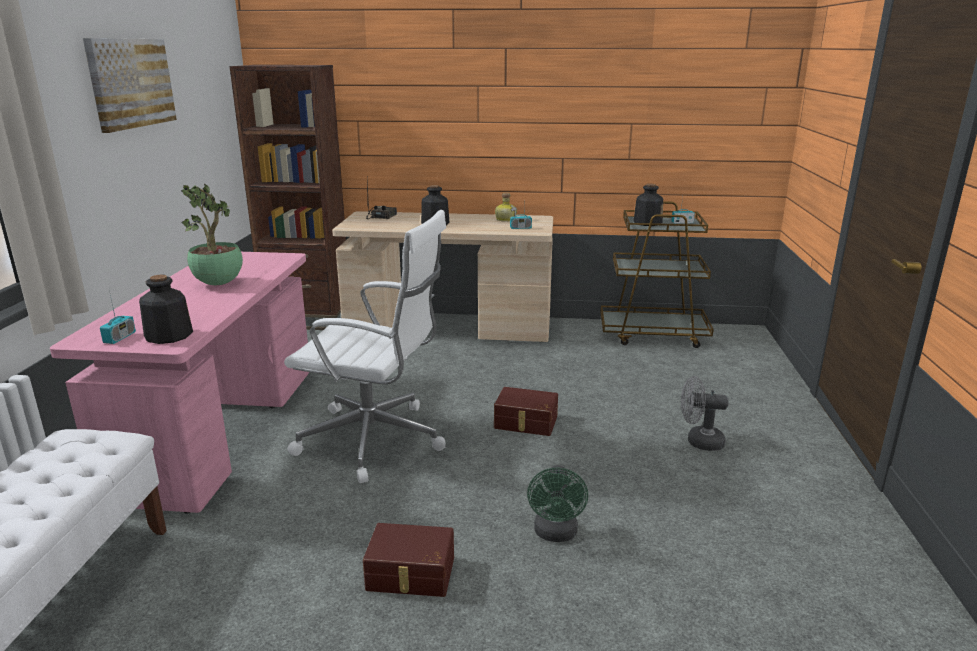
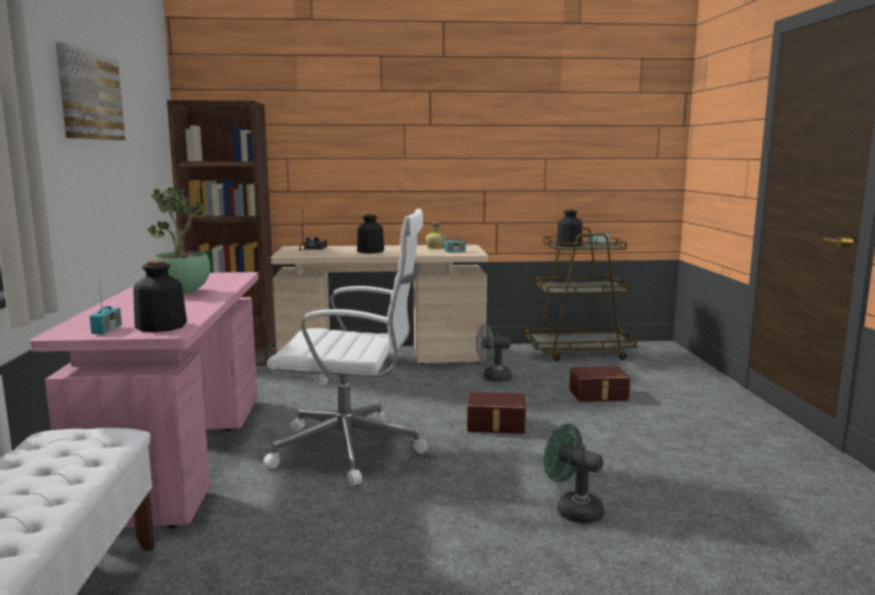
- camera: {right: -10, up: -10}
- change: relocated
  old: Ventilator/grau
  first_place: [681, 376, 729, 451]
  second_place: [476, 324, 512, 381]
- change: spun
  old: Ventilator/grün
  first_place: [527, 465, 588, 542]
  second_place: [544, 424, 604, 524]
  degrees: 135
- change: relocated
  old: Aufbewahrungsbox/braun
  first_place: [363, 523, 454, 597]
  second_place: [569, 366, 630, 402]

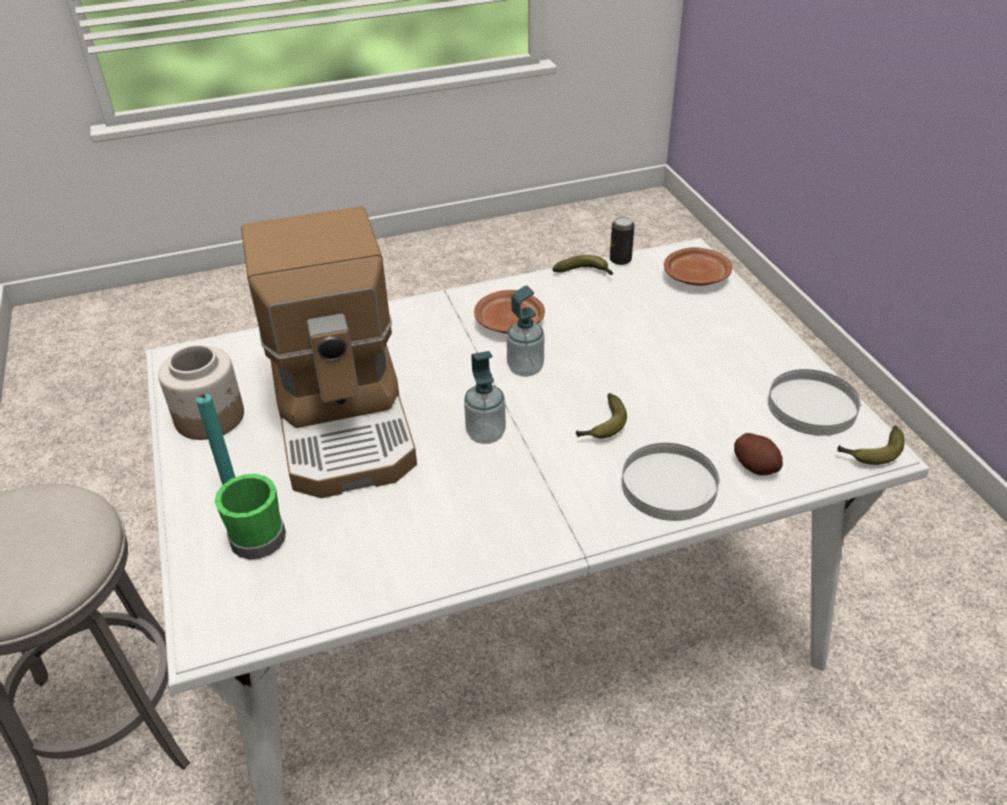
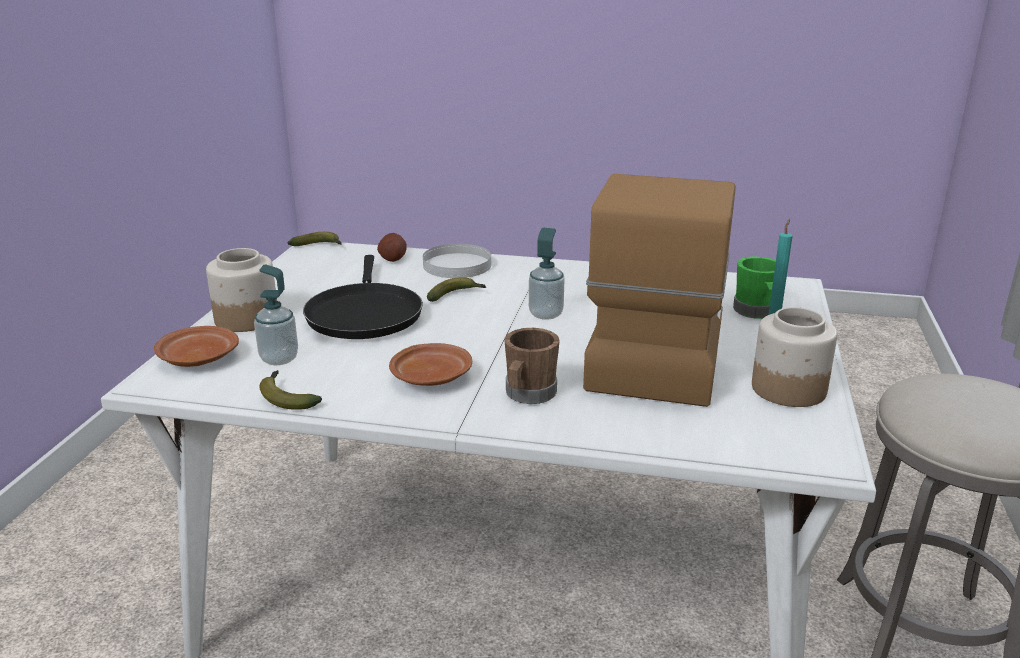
- camera: {right: -150, up: -15}
- change: appeared
  new: Vorratsglas
  second_place: [206, 248, 277, 332]
- change: relocated
  old: Seifenspender
  first_place: [506, 285, 544, 377]
  second_place: [254, 265, 298, 365]
- change: appeared
  new: Pfanne/schwarz
  second_place: [303, 255, 423, 339]
- change: appeared
  new: Henkelbecher/braun
  second_place: [504, 328, 560, 404]
- change: missing
  old: Dose
  first_place: [610, 217, 635, 265]
- change: missing
  old: Teller/weiß
  first_place: [768, 369, 860, 436]

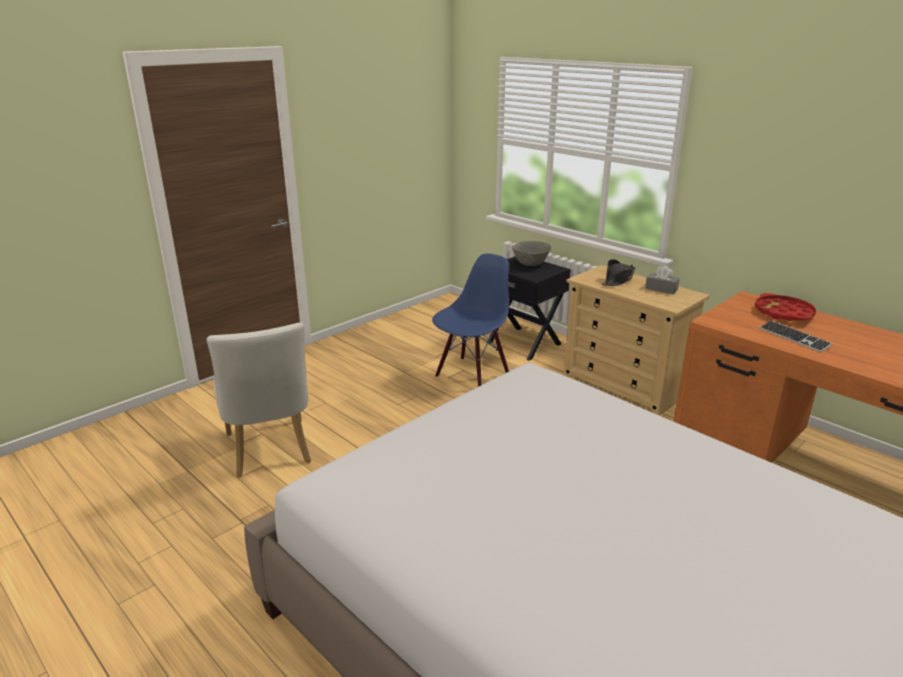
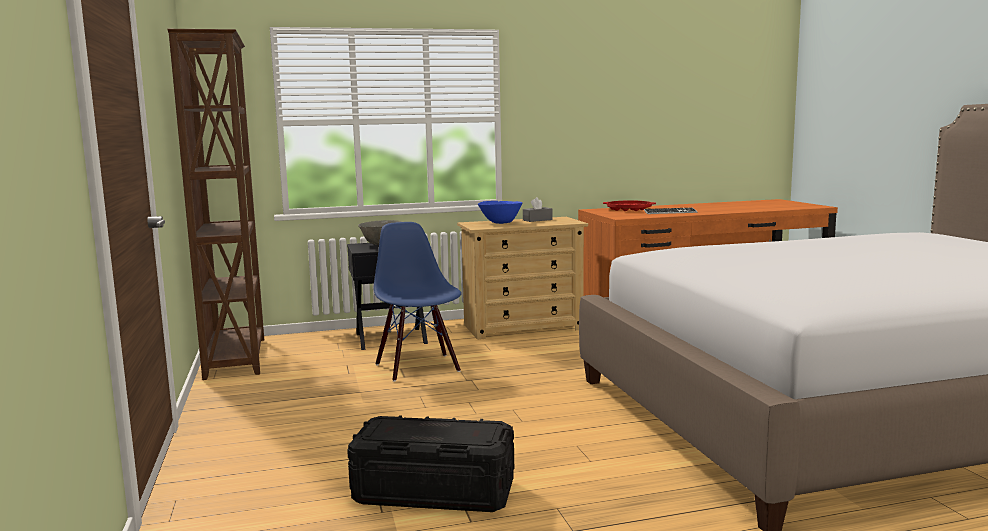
- camera: {right: -60, up: -15}
- change: appeared
  new: Bücherregal/braun
  second_place: [167, 29, 264, 380]
- change: exchanged
  old: Stuhl/weiß
  new: Aufbewahrungsbox/schwarz
  first_place: [206, 323, 311, 478]
  second_place: [347, 415, 514, 512]
- change: exchanged
  old: Hut/schwarz
  new: Schüssel/blau
  first_place: [602, 259, 636, 286]
  second_place: [478, 201, 522, 224]

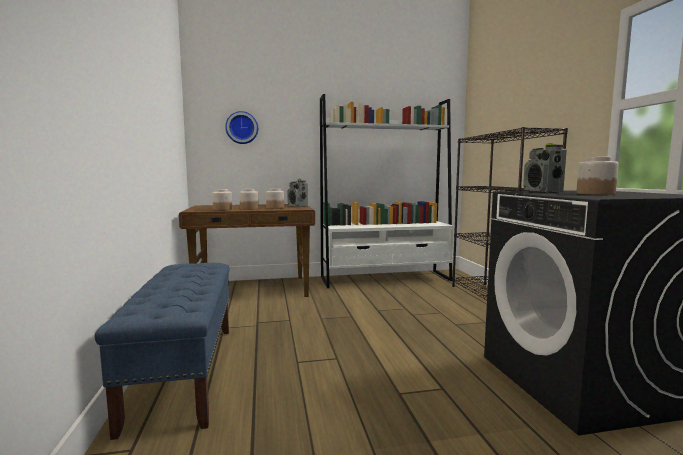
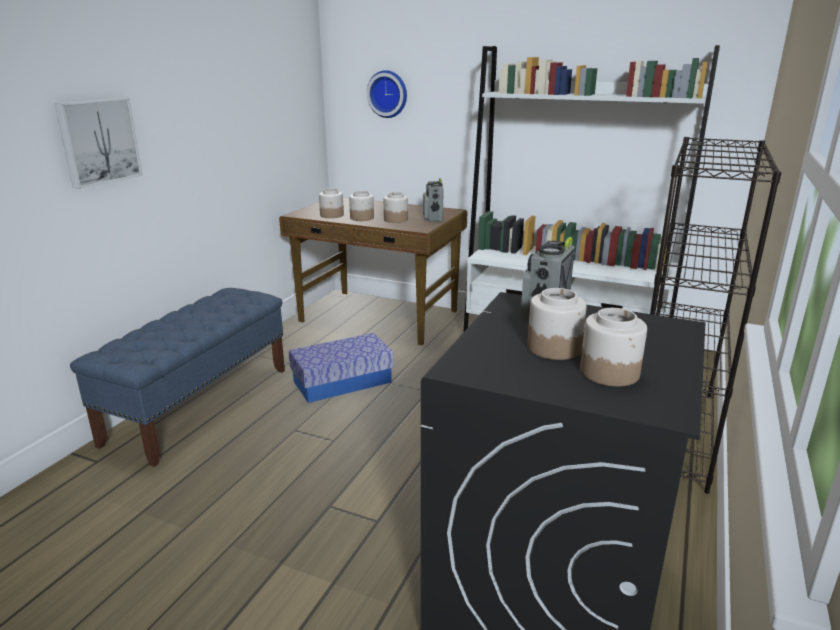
- camera: {right: 35, up: 15}
- change: appeared
  new: Bild
  second_place: [54, 98, 142, 189]
- change: appeared
  new: Aufbewahrungsbox
  second_place: [289, 333, 394, 403]
- change: appeared
  new: Vorratsglas
  second_place: [580, 308, 647, 386]

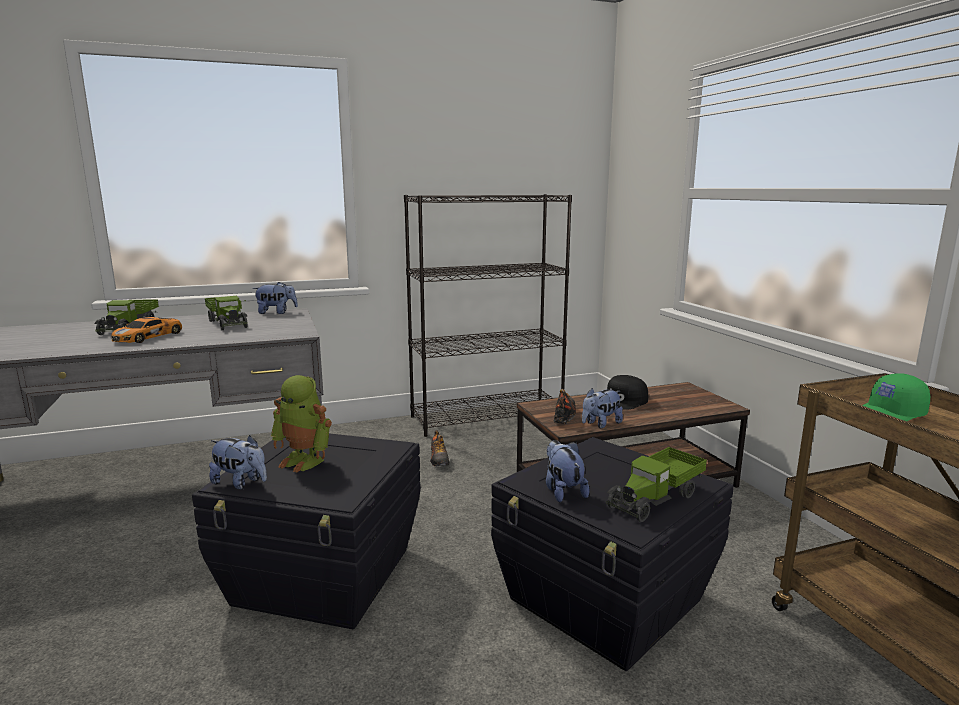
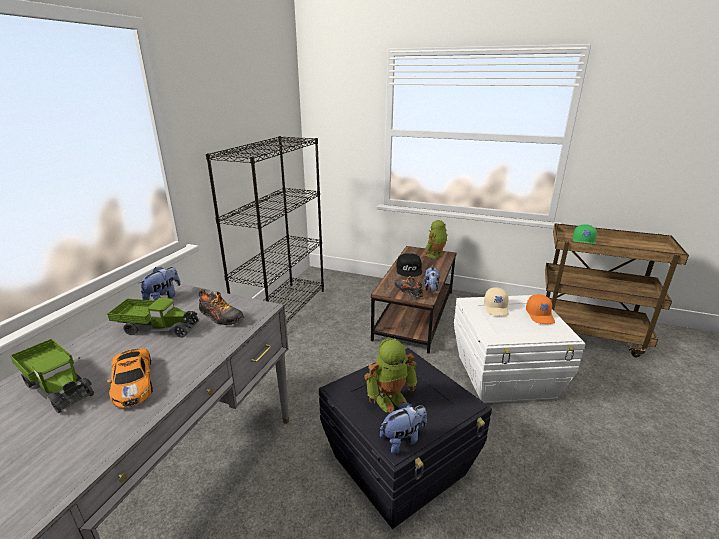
- camera: {right: -50, up: 10}
- change: relocated
  old: Schuh
  first_place: [430, 430, 450, 467]
  second_place: [199, 289, 244, 325]
- change: appeared
  new: Spielzeugroboter
  second_place: [425, 220, 447, 259]
- change: colour
  old: Aufbewahrungsbox/schwarz
  new: Aufbewahrungsbox/weiß
  first_place: [491, 437, 734, 671]
  second_place: [454, 295, 585, 403]
- change: appeared
  new: Kappe/beige
  second_place: [484, 287, 509, 316]
- change: exchanged
  old: Spielzeuglaster
  new: Kappe/orange
  first_place: [606, 447, 707, 522]
  second_place: [526, 294, 555, 324]
- change: missing
  old: Plüschtier
  first_place: [546, 440, 589, 502]

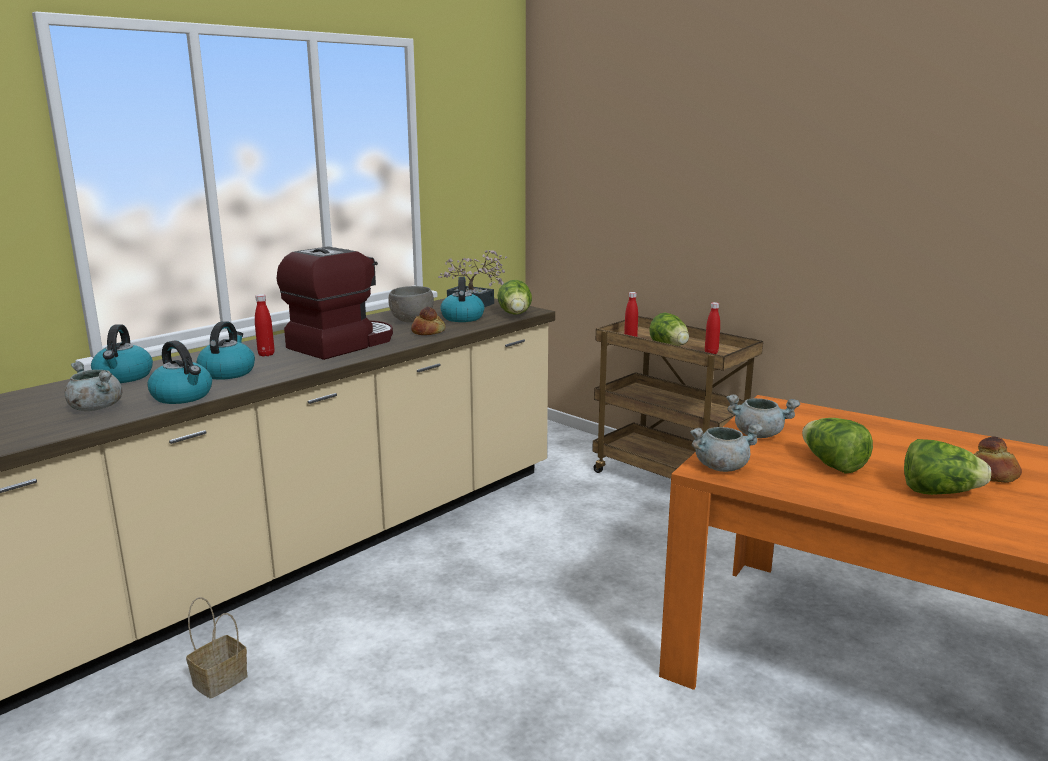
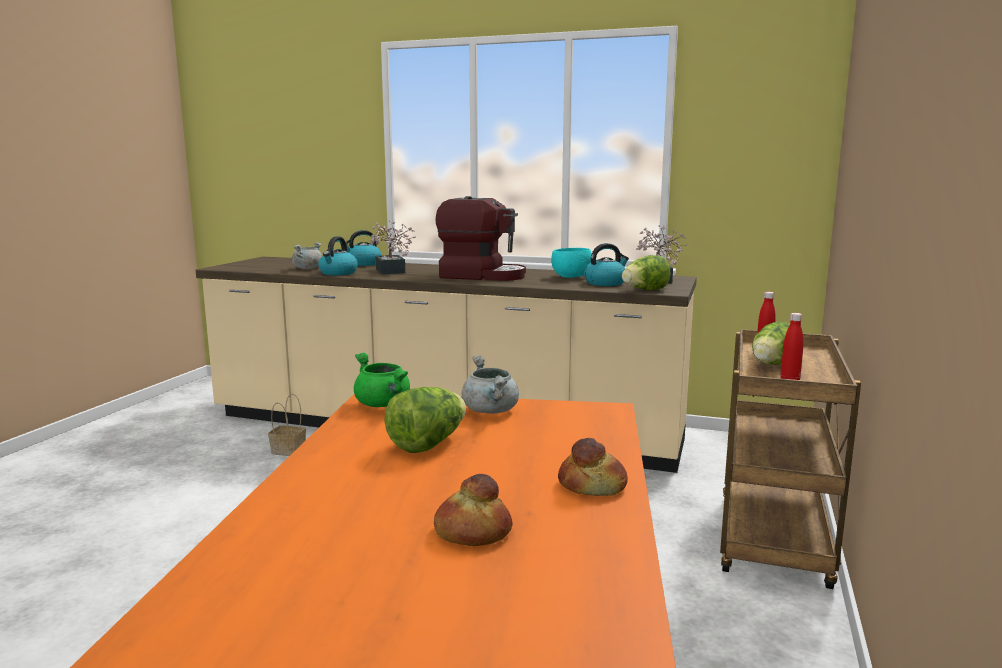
- camera: {right: 65, up: -5}
- change: colour
  old: Kochtopf/grau
  new: Kochtopf/grün
  first_place: [690, 424, 763, 472]
  second_place: [354, 353, 410, 407]
- change: exchanged
  old: Wasserkessel
  new: Topfpflanze
  first_place: [197, 321, 255, 380]
  second_place: [369, 220, 416, 274]
- change: colour
  old: Schüssel/grau
  new: Schüssel/türkis
  first_place: [388, 286, 434, 322]
  second_place: [551, 248, 592, 278]
- change: relocated
  old: Brot
  first_place: [411, 307, 446, 335]
  second_place: [558, 438, 628, 496]
- change: missing
  old: Flasche/rot
  first_place: [255, 294, 275, 356]
- change: missing
  old: Salatkopf
  first_place: [904, 439, 991, 495]

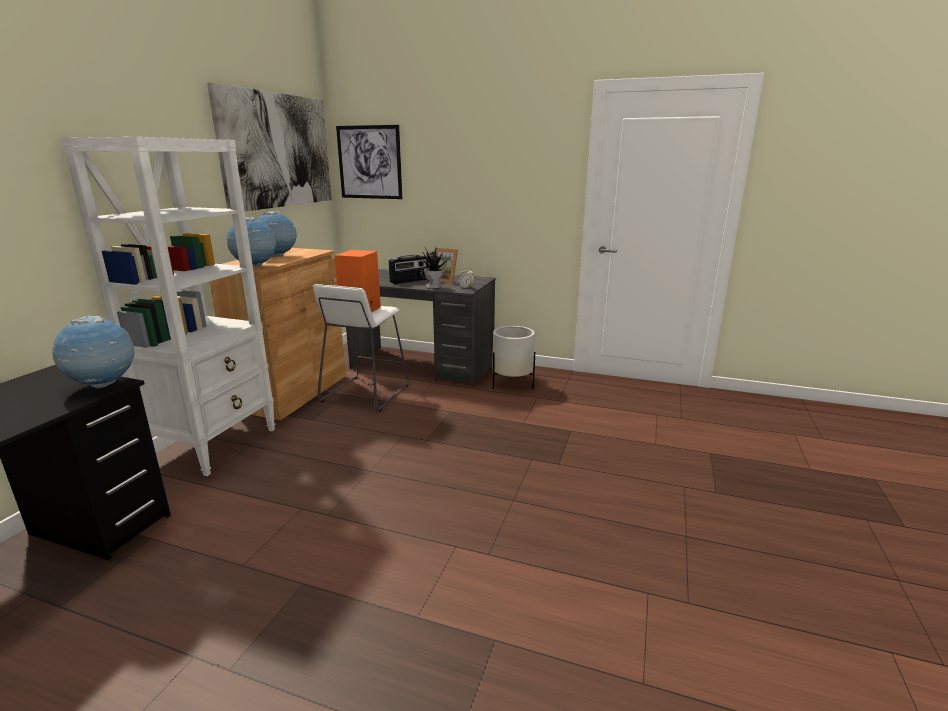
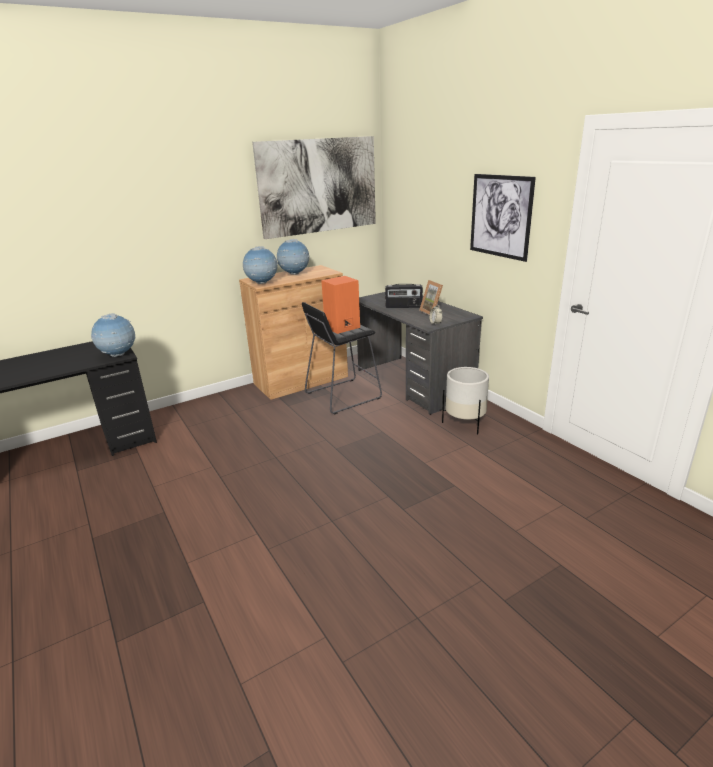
- camera: {right: 40, up: 5}
- change: colour
  old: Hocker/weiß
  new: Hocker/schwarz
  first_place: [313, 284, 409, 412]
  second_place: [302, 302, 382, 414]
- change: relocated
  old: Bild
  first_place: [336, 125, 403, 199]
  second_place: [470, 174, 536, 262]
- change: missing
  old: Bücherregal/weiß
  first_place: [61, 137, 275, 476]
- change: missing
  old: Topfpflanze
  first_place: [421, 248, 449, 289]

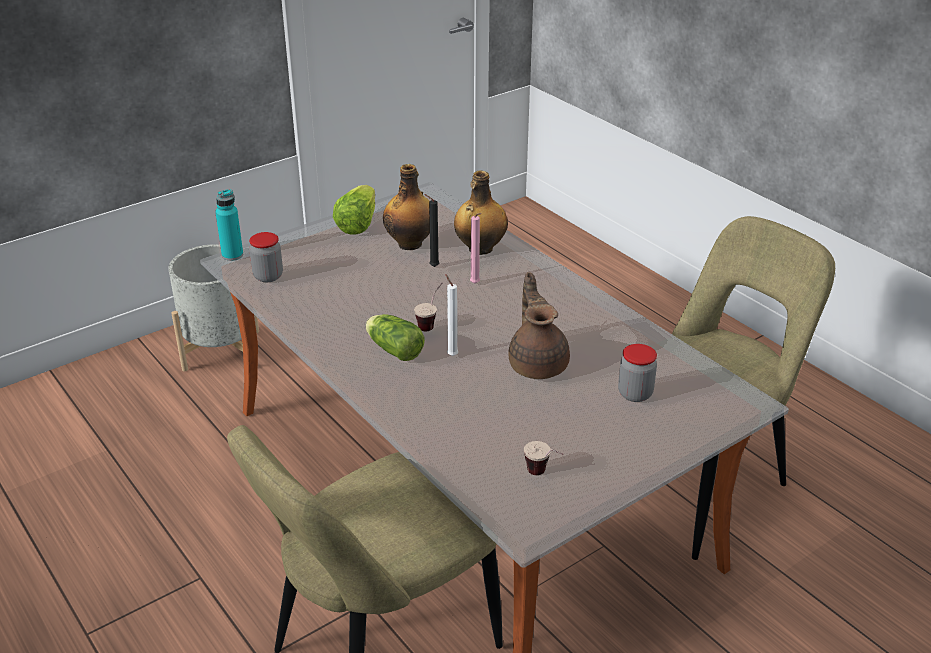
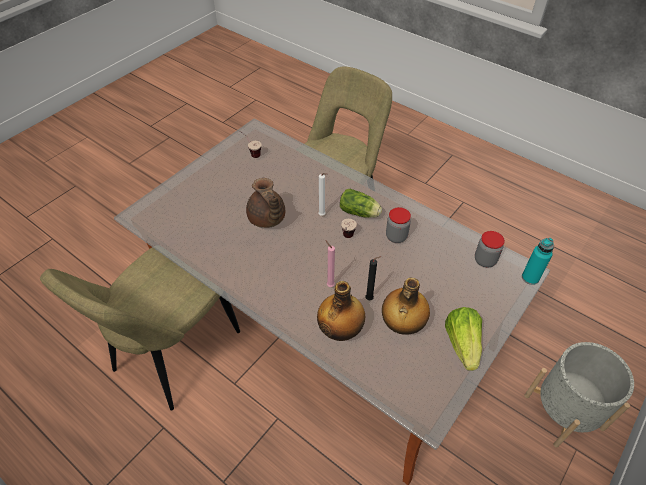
- camera: {right: 165, up: 15}
- change: relocated
  old: Vorratsglas
  first_place: [618, 344, 657, 402]
  second_place: [386, 207, 411, 243]

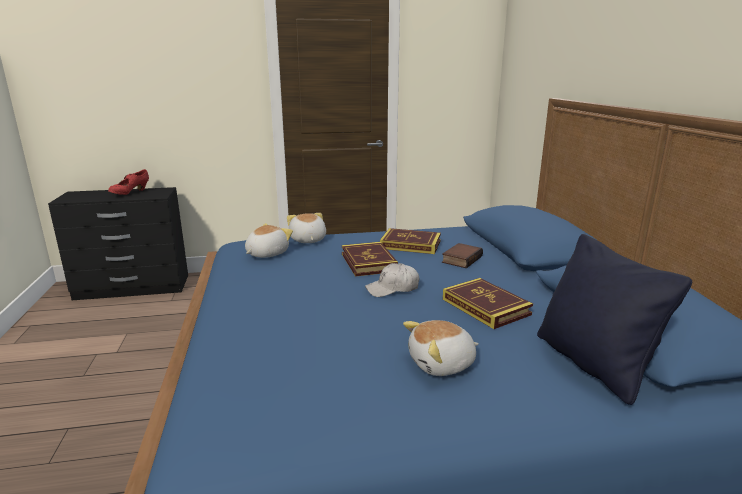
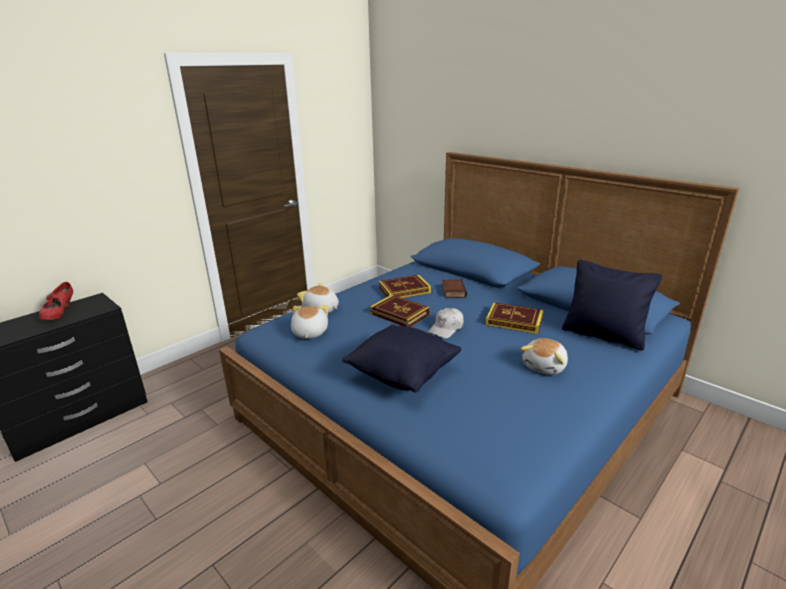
- camera: {right: -35, up: 5}
- change: appeared
  new: Kissen/schwarz
  second_place: [342, 325, 461, 393]

